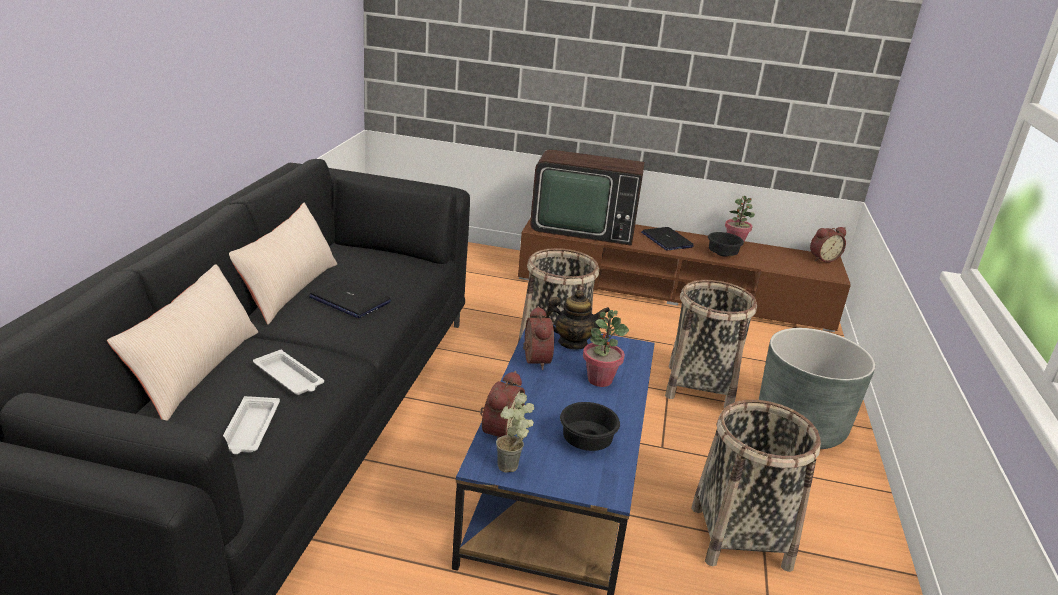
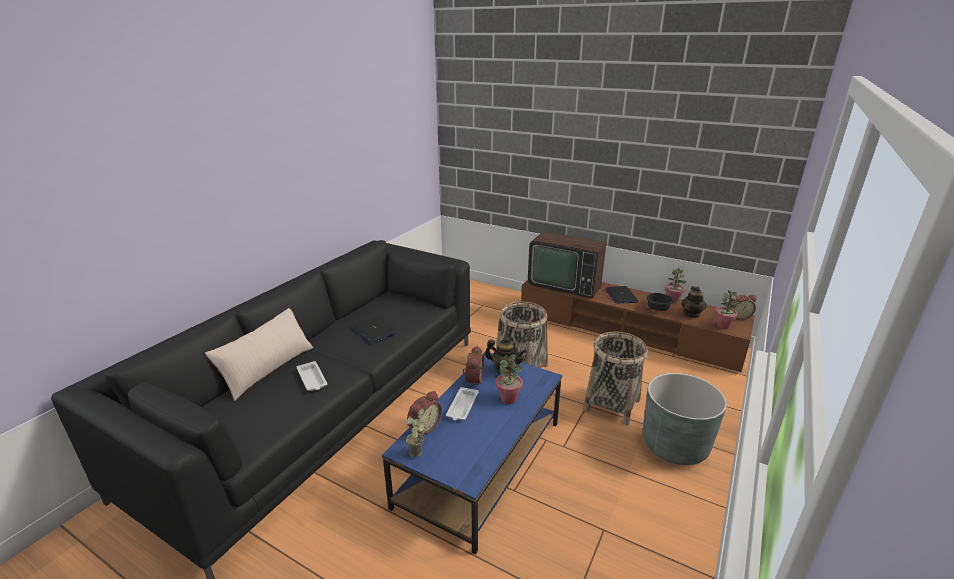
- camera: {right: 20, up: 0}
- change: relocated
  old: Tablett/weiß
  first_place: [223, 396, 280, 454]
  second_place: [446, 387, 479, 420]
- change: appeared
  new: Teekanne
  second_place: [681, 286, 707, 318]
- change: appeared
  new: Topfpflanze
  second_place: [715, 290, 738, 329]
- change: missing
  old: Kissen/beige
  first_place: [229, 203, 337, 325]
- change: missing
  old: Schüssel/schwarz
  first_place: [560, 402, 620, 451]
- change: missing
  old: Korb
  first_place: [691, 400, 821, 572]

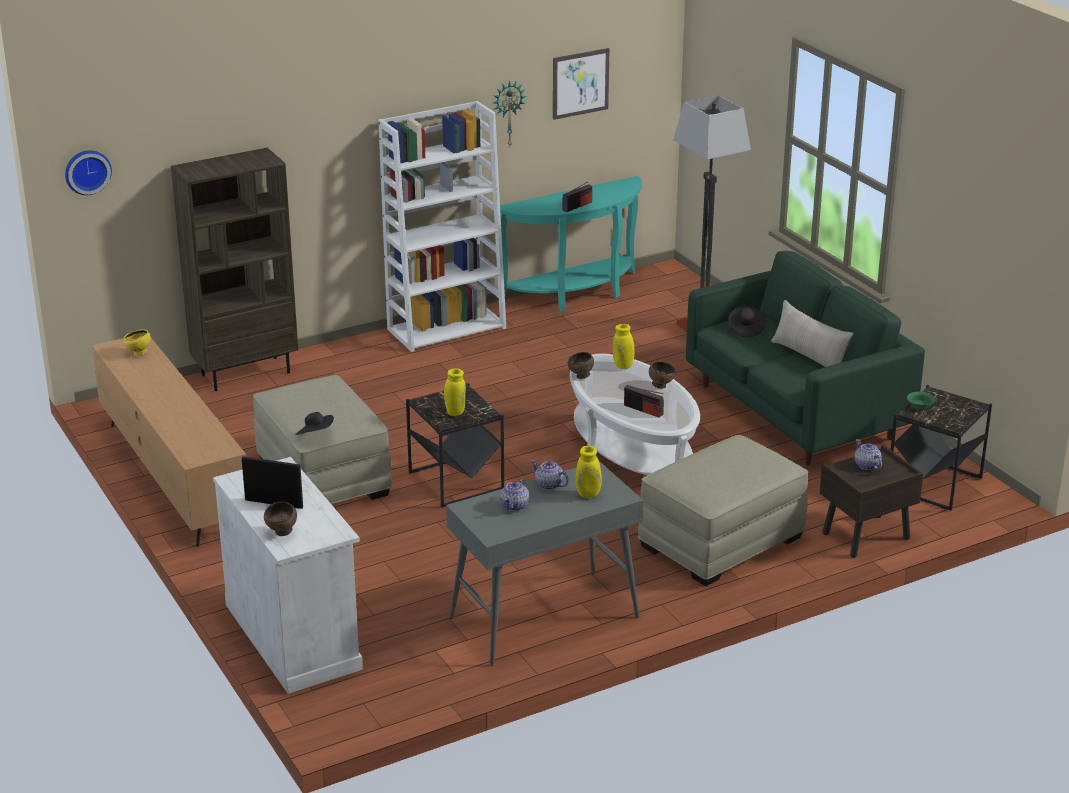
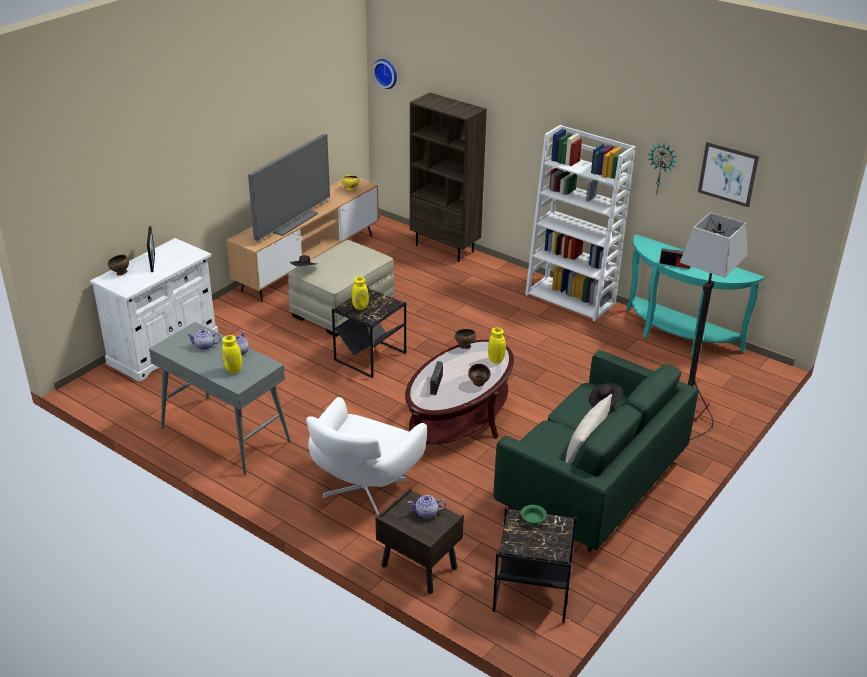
- camera: {right: 65, up: 5}
- change: appeared
  new: Fernseher
  second_place: [248, 134, 330, 242]
- change: exchanged
  old: Polsterhocker/beige
  new: Sessel/weiß
  first_place: [638, 435, 808, 586]
  second_place: [306, 397, 427, 516]
- change: colour
  old: Couchtisch/weiß
  new: Couchtisch/braun
  first_place: [570, 354, 700, 475]
  second_place: [405, 340, 514, 444]
- change: spun
  old: Teekanne
  first_place: [855, 439, 882, 470]
  second_place: [408, 495, 446, 519]
  degrees: -135

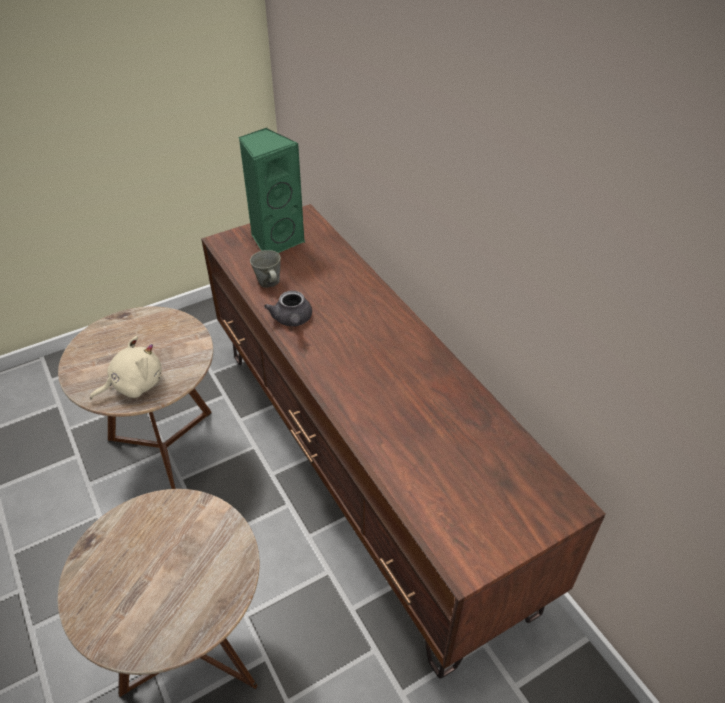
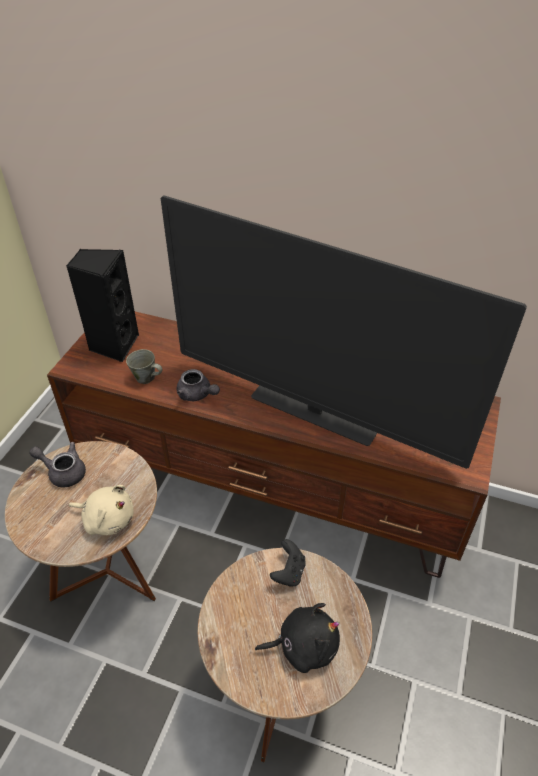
- camera: {right: -40, up: 0}
- change: appeared
  new: Teekanne/grau
  second_place: [29, 442, 86, 488]
- change: colour
  old: Lautsprecher/grün
  new: Lautsprecher/schwarz
  first_place: [238, 128, 305, 253]
  second_place: [66, 249, 139, 362]
- change: spun
  old: Plüschtier/beige
  first_place: [90, 336, 162, 399]
  second_place: [69, 485, 134, 535]
  degrees: 90
- change: appeared
  new: Fernseher
  second_place: [161, 195, 527, 469]
- change: appeared
  new: Plüschtier/schwarz
  second_place: [255, 603, 340, 673]
- change: appeared
  new: Gamepad/schwarz
  second_place: [270, 539, 306, 587]

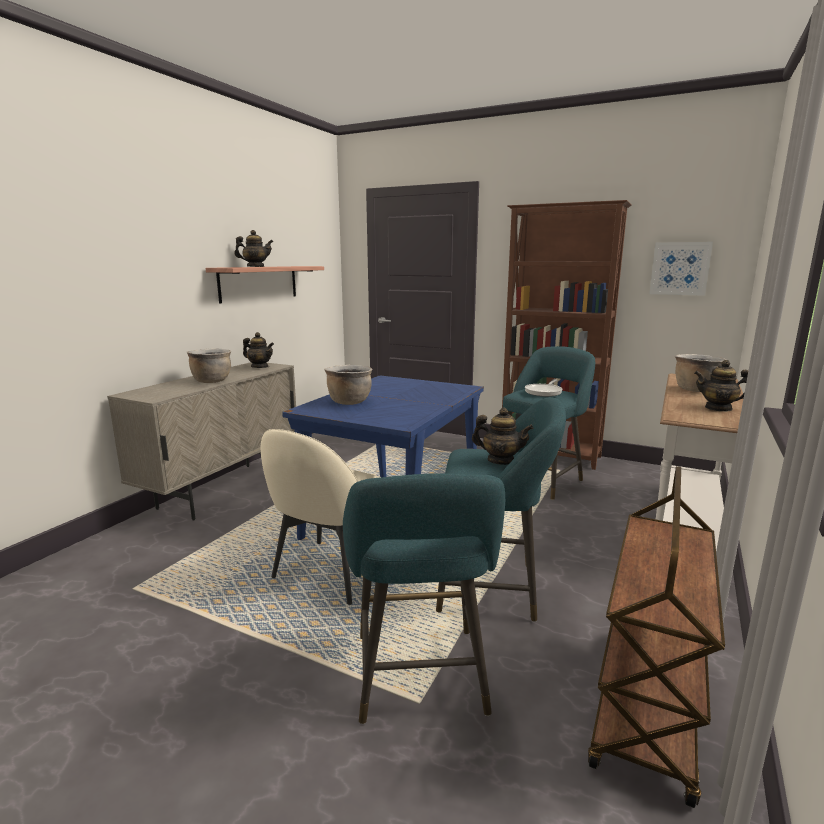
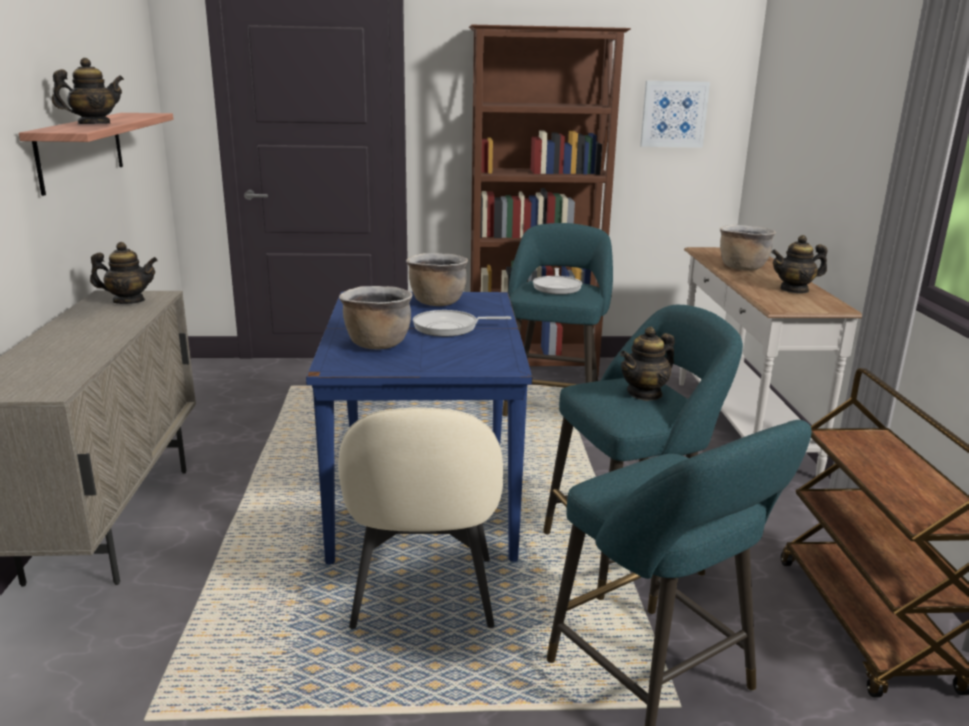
- camera: {right: -30, up: 5}
- change: relocated
  old: Kochtopf/braun
  first_place: [187, 348, 231, 383]
  second_place: [406, 253, 468, 306]
- change: appeared
  new: Pfanne
  second_place: [413, 310, 512, 337]
- change: spun
  old: Teekanne
  first_place: [472, 408, 533, 465]
  second_place: [620, 327, 675, 401]
  degrees: 150

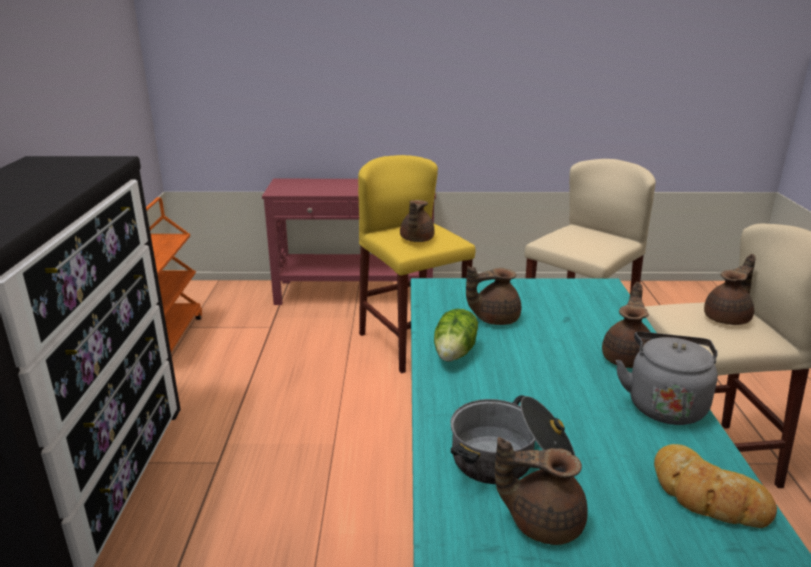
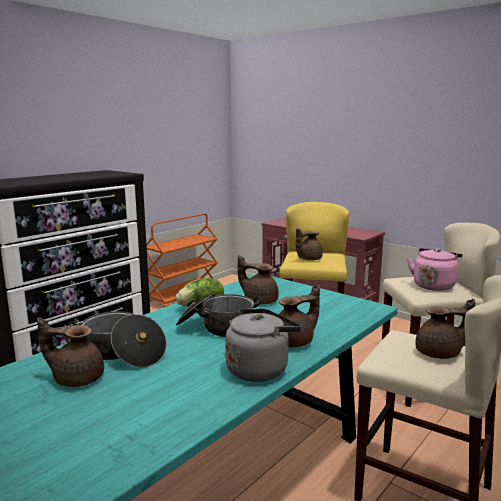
- camera: {right: 40, up: -10}
- change: spun
  old: Teekanne/braun
  first_place: [495, 437, 588, 545]
  second_place: [37, 317, 104, 387]
  degrees: -45
- change: appeared
  new: Kochtopf
  second_place: [176, 293, 261, 337]
- change: appeared
  new: Wasserkessel/rosa
  second_place: [407, 248, 462, 291]
- change: missing
  old: Brot
  first_place: [654, 444, 777, 528]

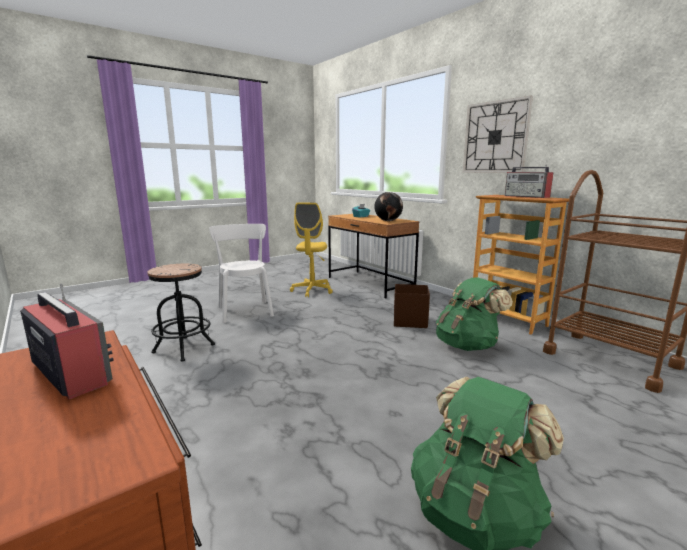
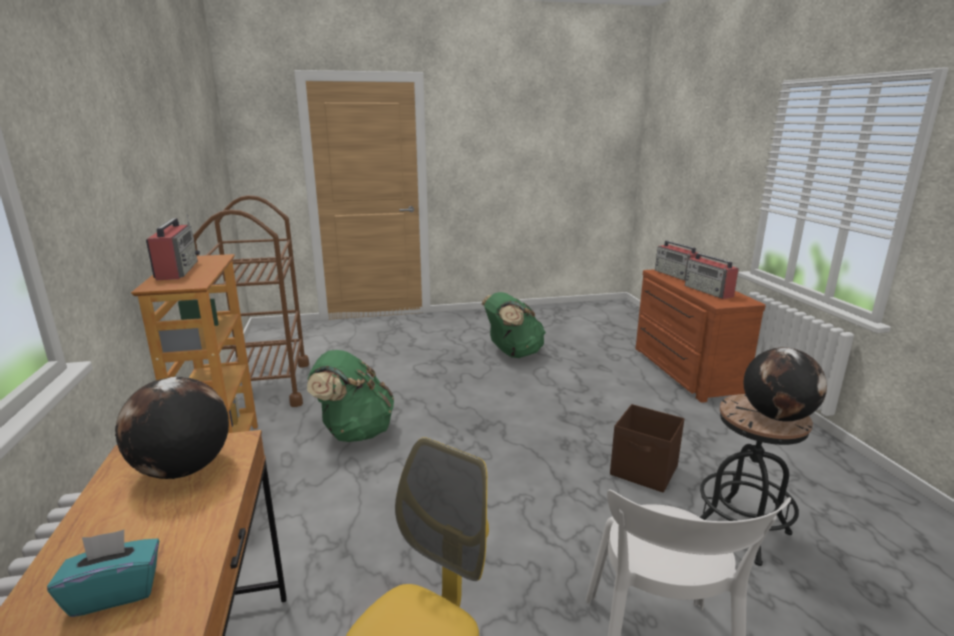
- camera: {right: -155, up: 5}
- change: relocated
  old: Aufbewahrungsbox/braun
  first_place: [394, 284, 430, 328]
  second_place: [610, 404, 684, 492]
- change: appeared
  new: Radio
  second_place: [655, 241, 701, 281]
- change: appeared
  new: Globus
  second_place: [743, 347, 827, 422]
- change: missing
  old: Wanduhr
  first_place: [463, 95, 533, 173]

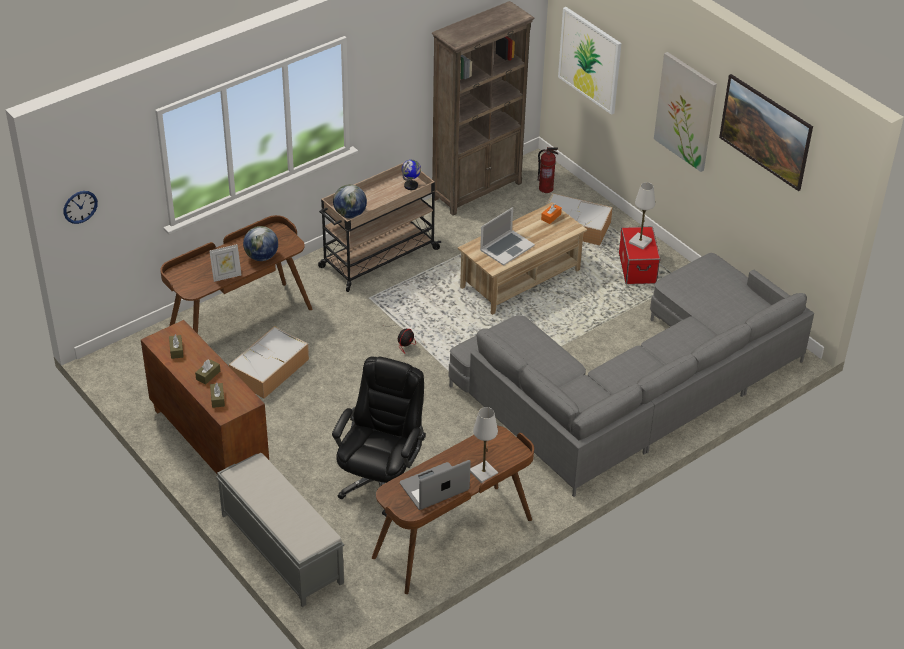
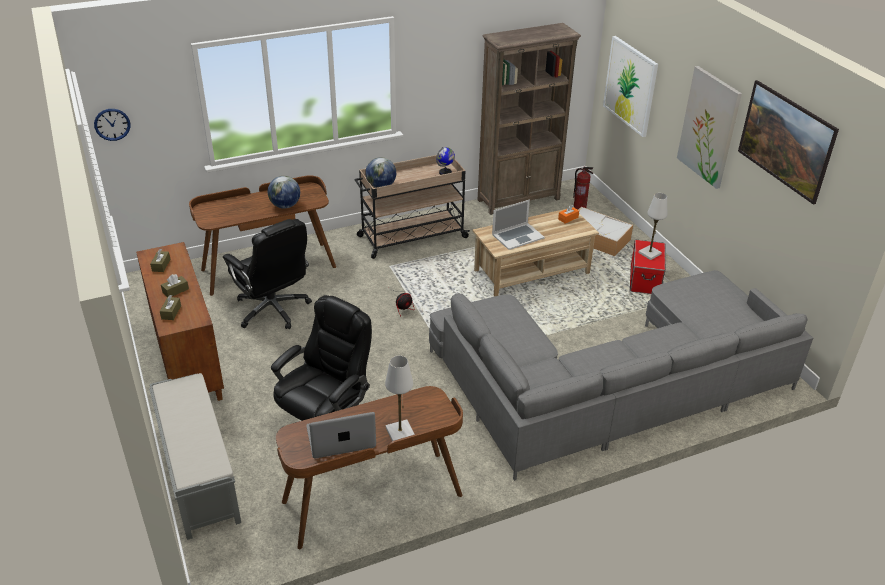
- camera: {right: 15, up: -5}
- change: exchanged
  old: Aufbewahrungsbox
  new: Bürostuhl/schwarz
  first_place: [229, 326, 309, 399]
  second_place: [223, 219, 312, 329]
- change: missing
  old: Bilderrahmen
  first_place: [209, 244, 242, 282]

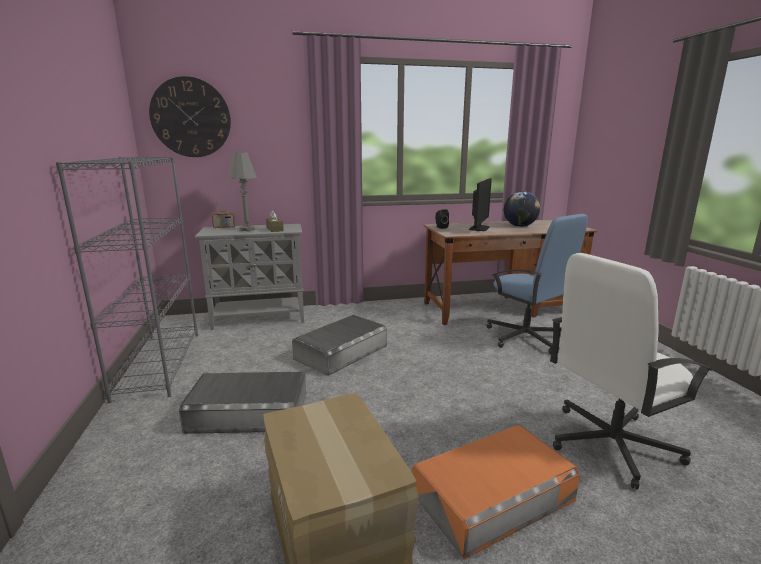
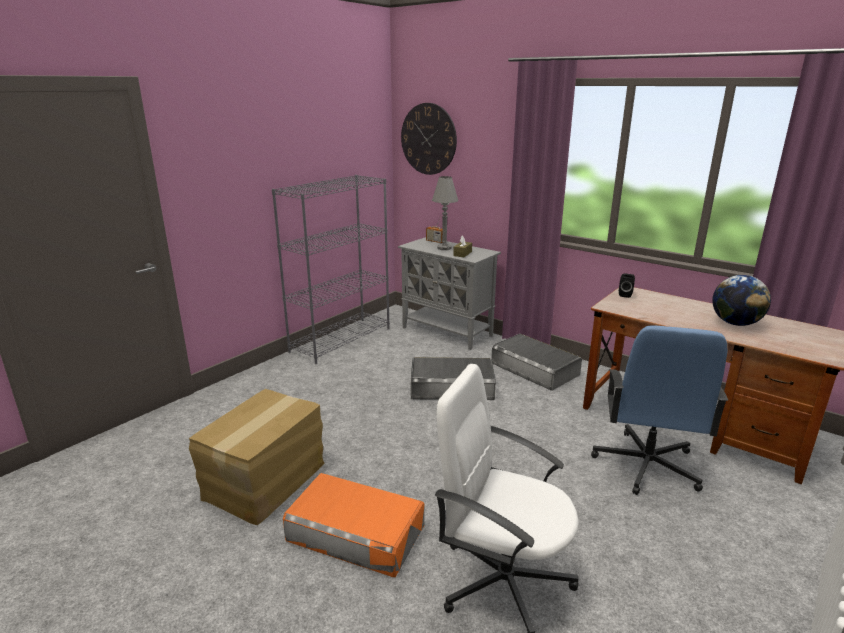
- camera: {right: 50, up: 5}
- change: relocated
  old: Aufbewahrungsbox/grau
  first_place: [179, 372, 306, 434]
  second_place: [491, 333, 582, 391]
- change: missing
  old: Monitor
  first_place: [469, 178, 492, 231]

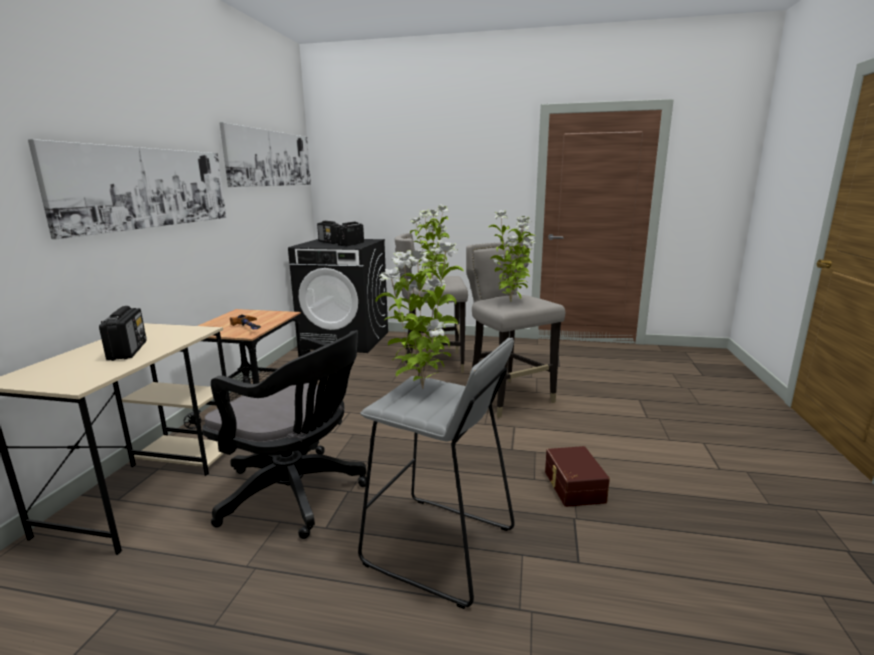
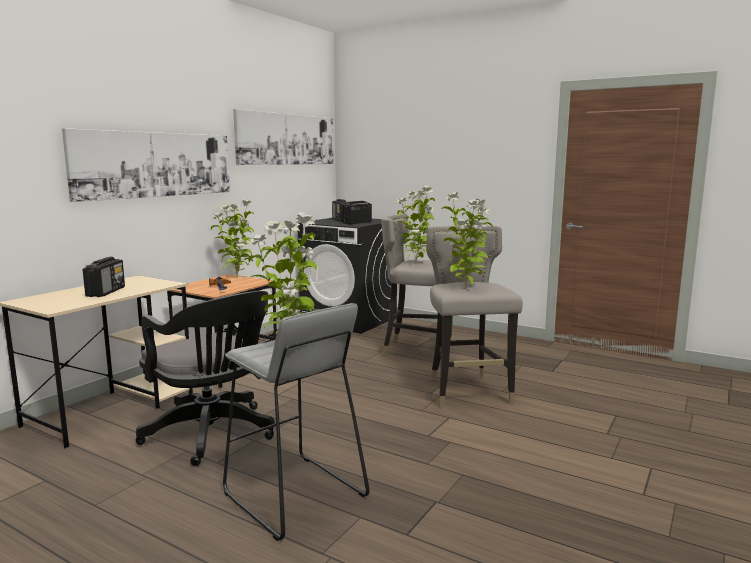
- camera: {right: 20, up: -5}
- change: appeared
  new: Topfpflanze
  second_place: [211, 199, 254, 277]
- change: missing
  old: Aufbewahrungsbox/braun
  first_place: [545, 446, 610, 507]

